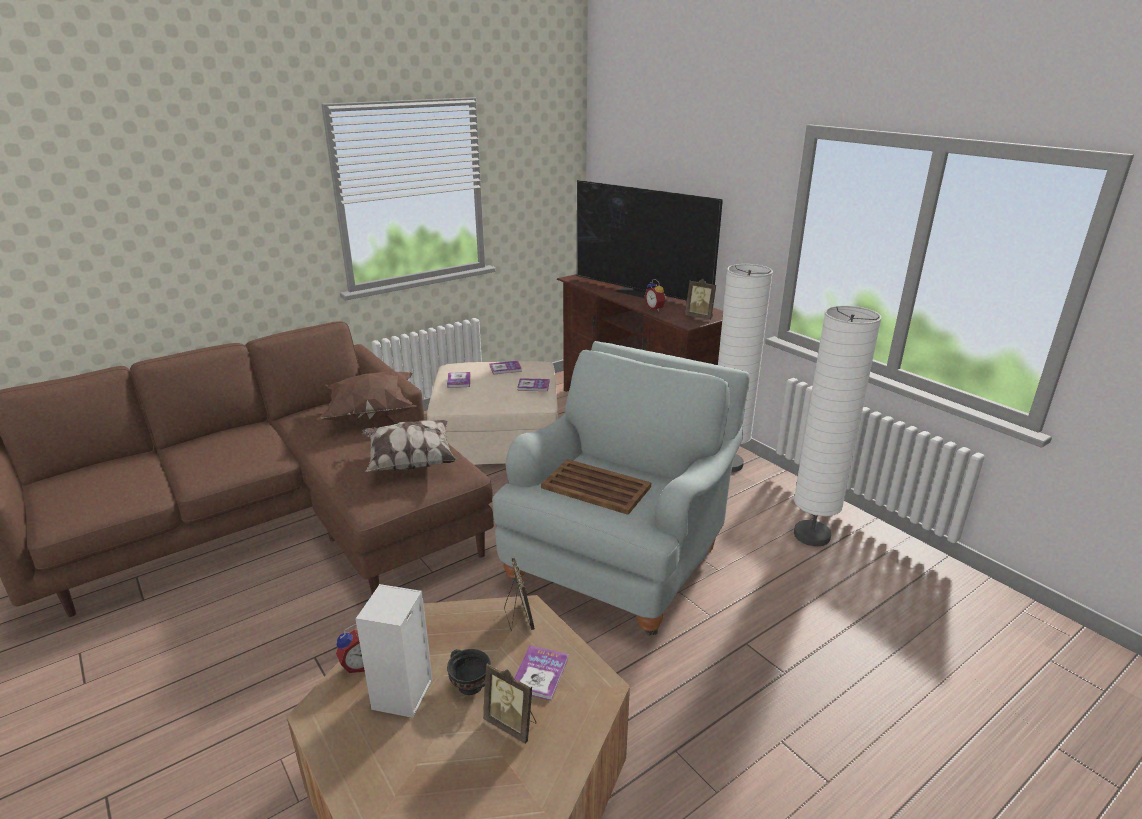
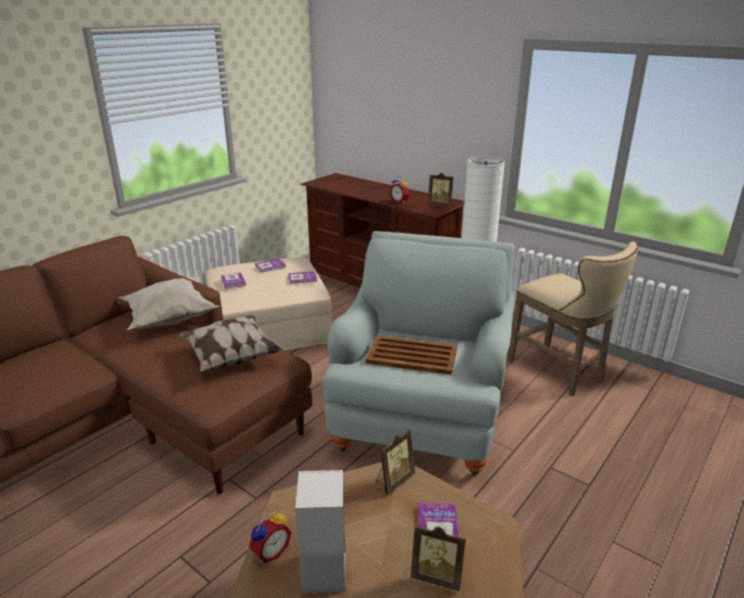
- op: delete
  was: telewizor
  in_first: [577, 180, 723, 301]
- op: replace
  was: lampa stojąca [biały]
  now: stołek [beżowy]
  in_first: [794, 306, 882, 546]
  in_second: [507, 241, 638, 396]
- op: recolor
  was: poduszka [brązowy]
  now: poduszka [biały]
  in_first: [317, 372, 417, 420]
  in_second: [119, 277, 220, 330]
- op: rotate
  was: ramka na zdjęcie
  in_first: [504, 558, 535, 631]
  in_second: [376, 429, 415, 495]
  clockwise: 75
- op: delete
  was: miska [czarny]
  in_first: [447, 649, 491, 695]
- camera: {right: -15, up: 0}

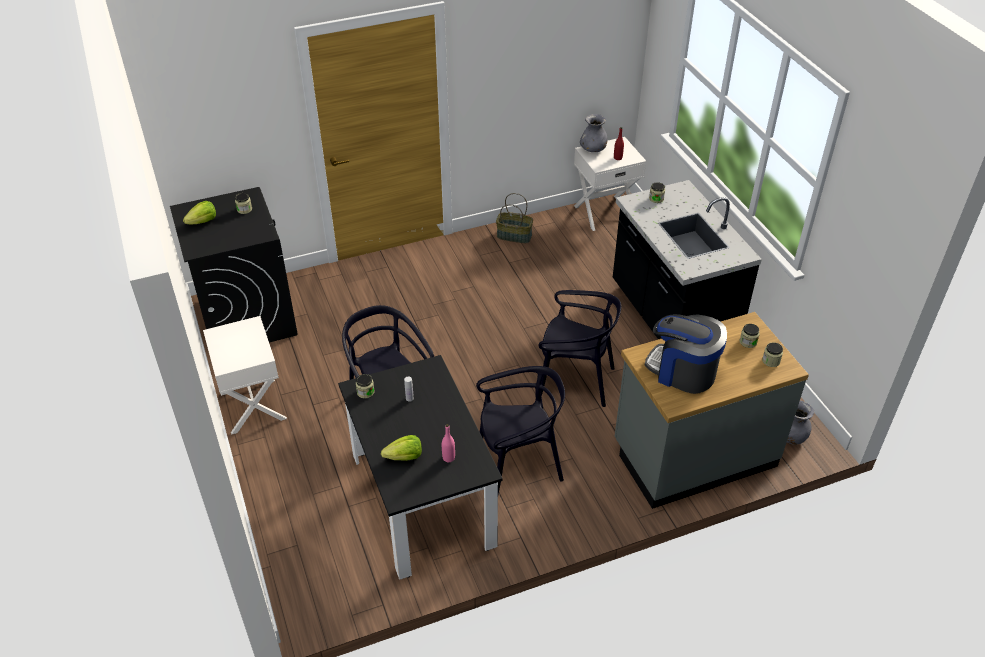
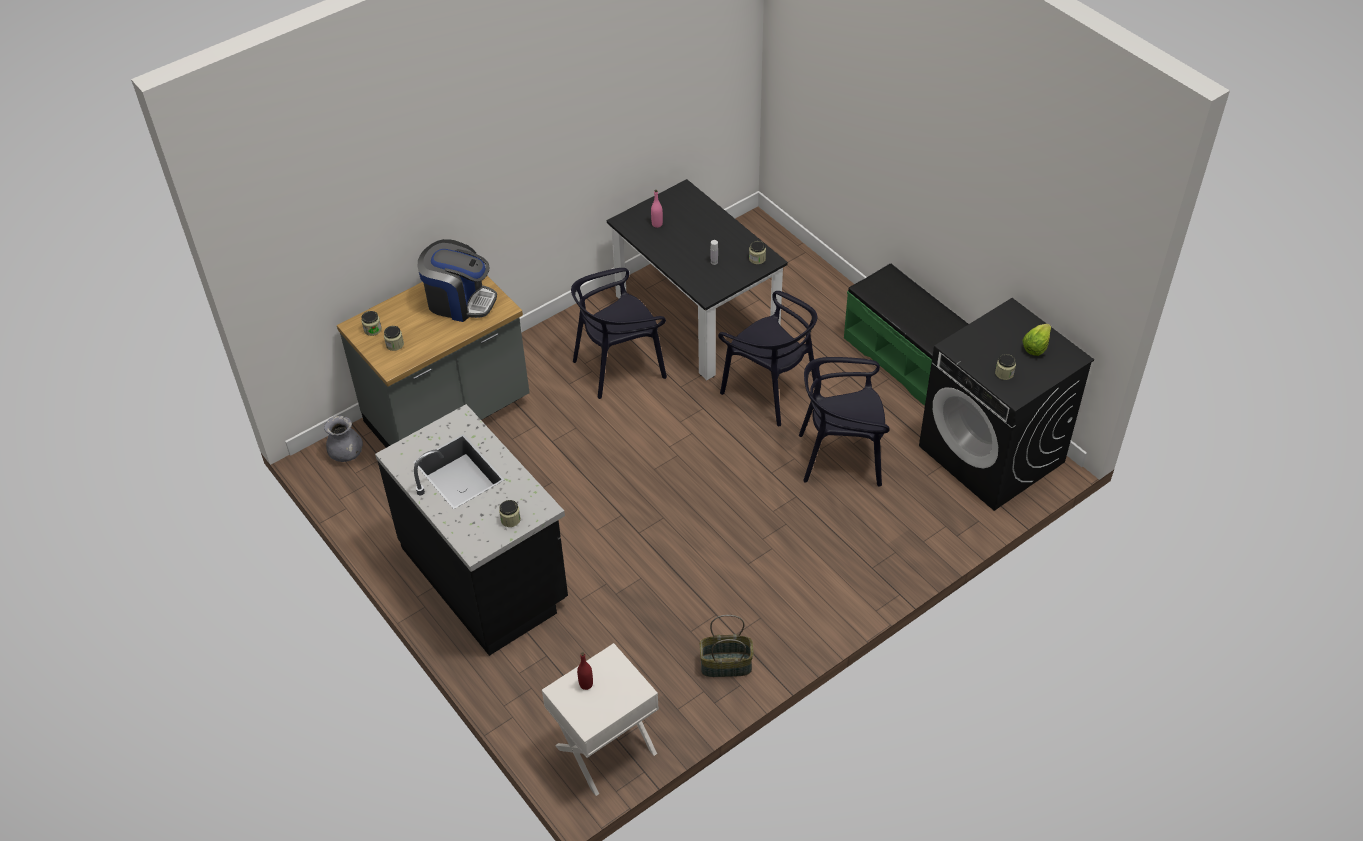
- op: delete
  was: wazon [szary]
  in_first: [580, 114, 607, 152]
- op: move
  was: krzesło [czarny]
  in_first: [538, 290, 621, 407]
  in_second: [799, 357, 890, 487]
- op: replace
  was: szafka nocna [biały]
  now: ławka [zielony]
  in_first: [203, 316, 287, 435]
  in_second: [844, 263, 968, 406]
- op: delete
  was: sałata
  in_first: [381, 435, 422, 461]
- camera: {right: 165, up: 5}

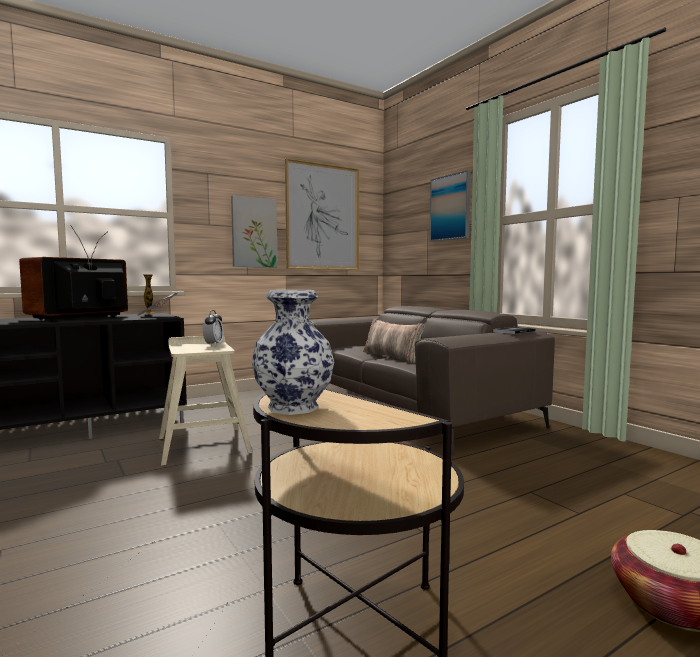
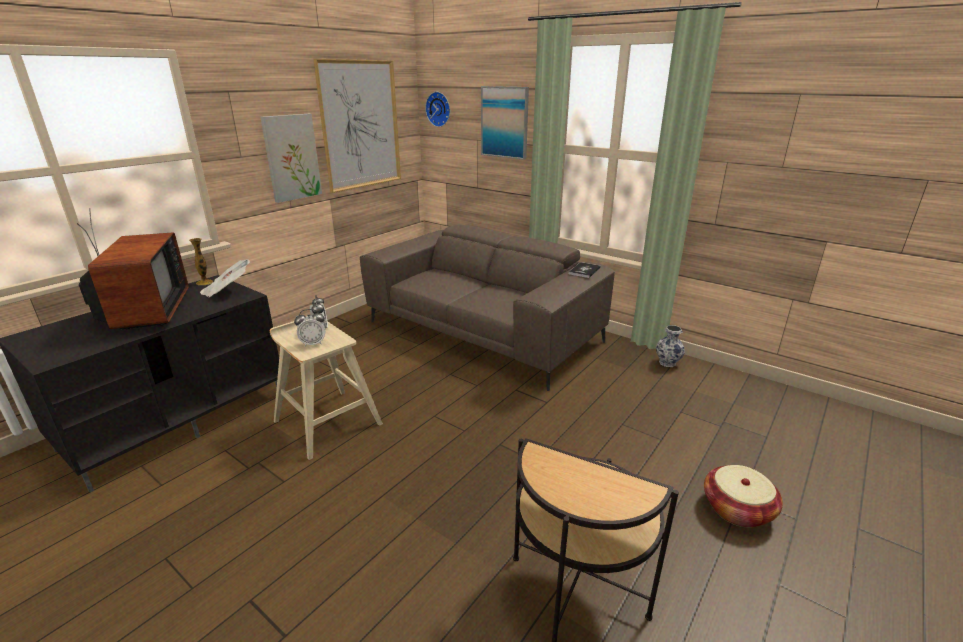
- op: rotate
  was: telewizor
  in_first: [19, 225, 128, 321]
  in_second: [77, 208, 189, 330]
  clockwise: 150
- op: move
  was: wazon
  in_first: [252, 290, 334, 415]
  in_second: [656, 325, 685, 367]
- op: delete
  was: poduszka
  in_first: [363, 318, 425, 363]
- op: insert
  now: zegar ścienny
  in_second: [425, 92, 450, 127]
- op: insert
  now: budzik
  in_second: [294, 309, 325, 347]
- camera: {right: -20, up: 20}

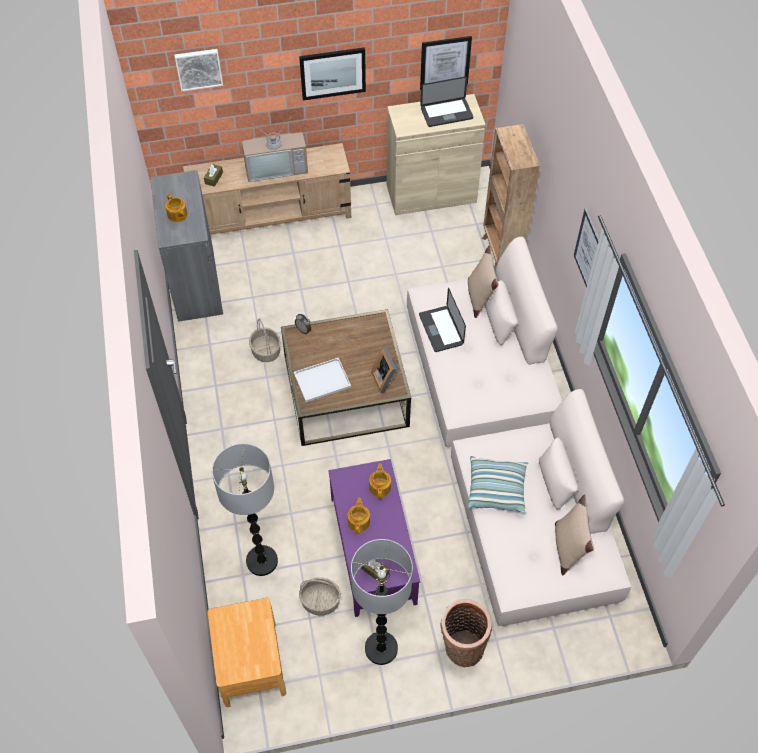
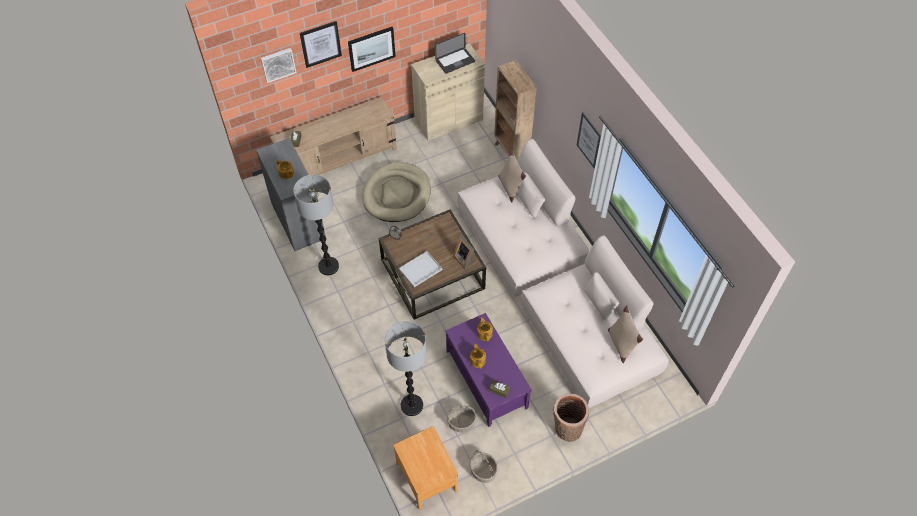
- op: move
  was: obraz
  in_first: [420, 36, 472, 90]
  in_second: [300, 21, 342, 68]
- op: delete
  was: telewizor
  in_first: [242, 119, 308, 182]
- op: delete
  was: laptop
  in_first: [419, 288, 466, 352]
- op: move
  was: koszyk
  in_first: [249, 318, 281, 362]
  in_second: [470, 450, 498, 483]
- op: delete
  was: poduszka
  in_first: [468, 456, 528, 513]
- op: move
  was: lampa stojąca
  in_first: [351, 539, 413, 665]
  in_second: [293, 174, 339, 275]
- op: insert
  now: legowisko [beżowy]
  in_second: [362, 162, 431, 222]
- camera: {right: -15, up: 0}

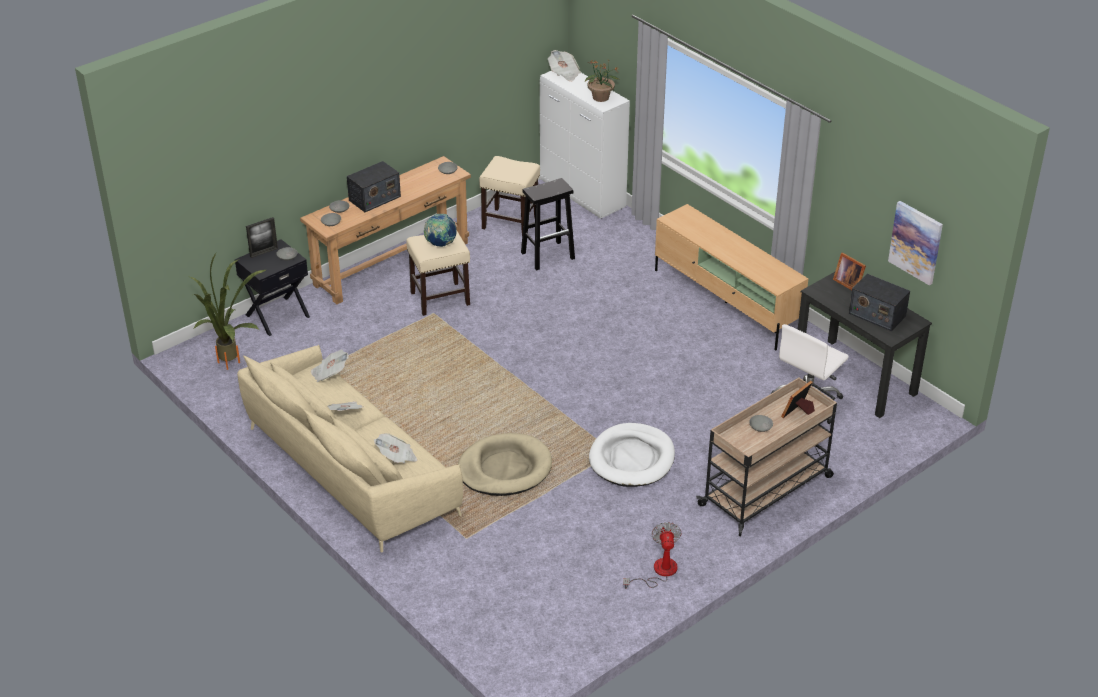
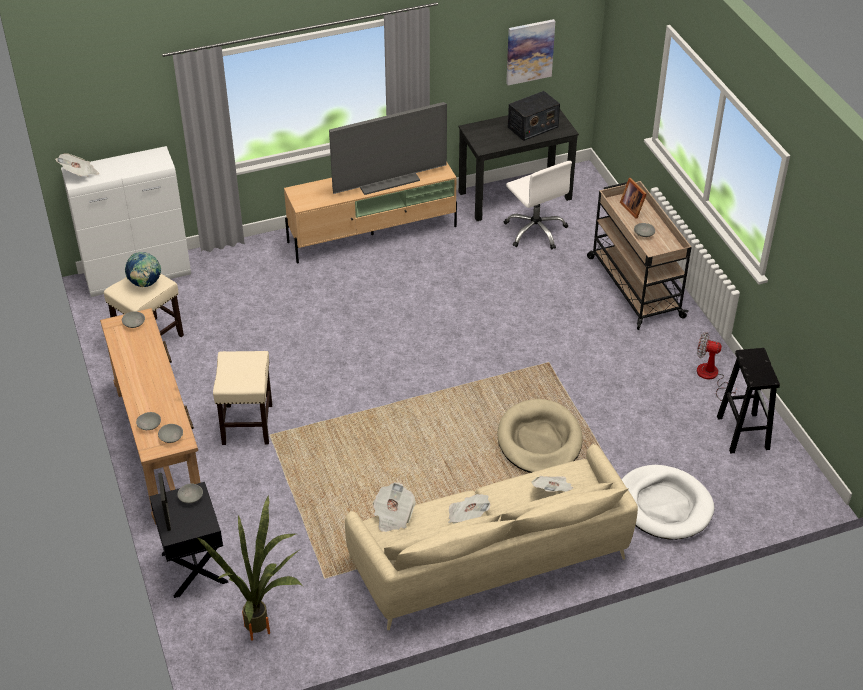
- op: delete
  was: roślina doniczkowa
  in_first: [585, 60, 620, 102]
- op: delete
  was: radio
  in_first: [347, 161, 401, 212]
- op: move
  was: stołek [czarny]
  in_first: [521, 178, 575, 271]
  in_second: [717, 348, 780, 454]
- op: move
  was: globus
  in_first: [424, 214, 457, 247]
  in_second: [125, 252, 161, 287]
- op: delete
  was: ramka na zdjęcie
  in_first: [833, 253, 866, 290]
- op: move
  was: legowisko [biały]
  in_first: [589, 423, 675, 487]
  in_second: [621, 465, 714, 540]
- op: insert
  now: telewizor
  in_second: [329, 102, 447, 195]
- camera: {right: -70, up: 5}

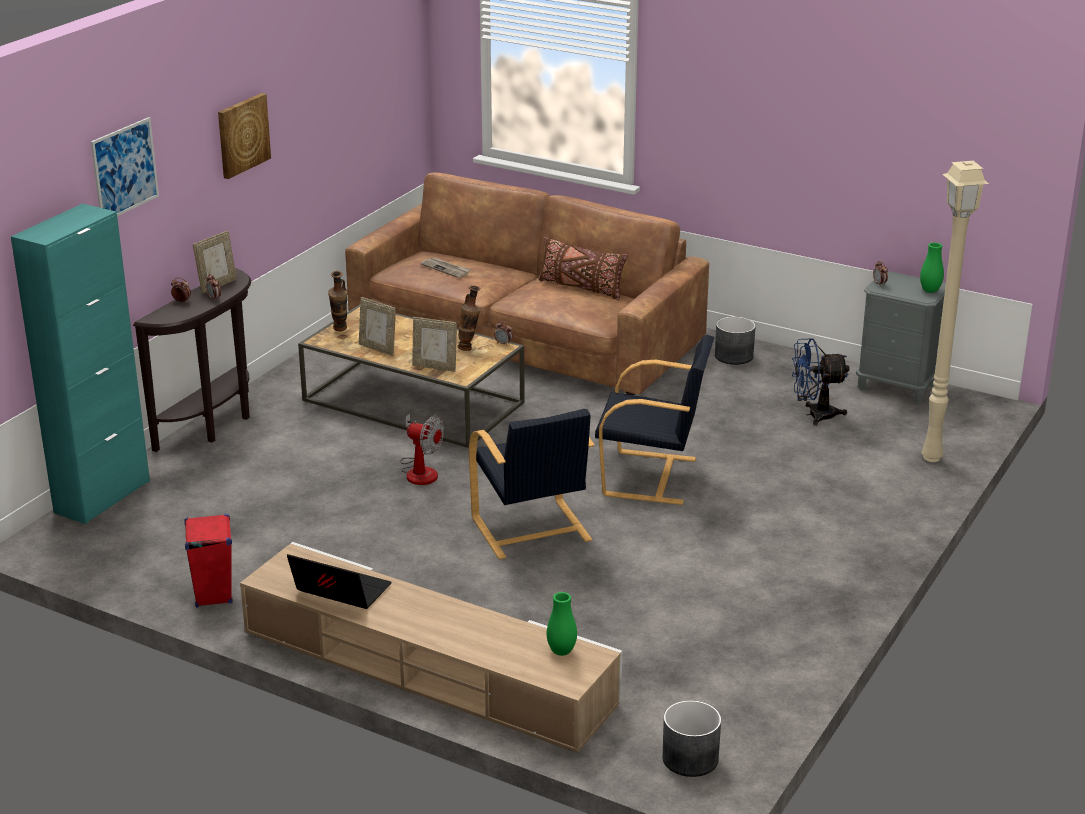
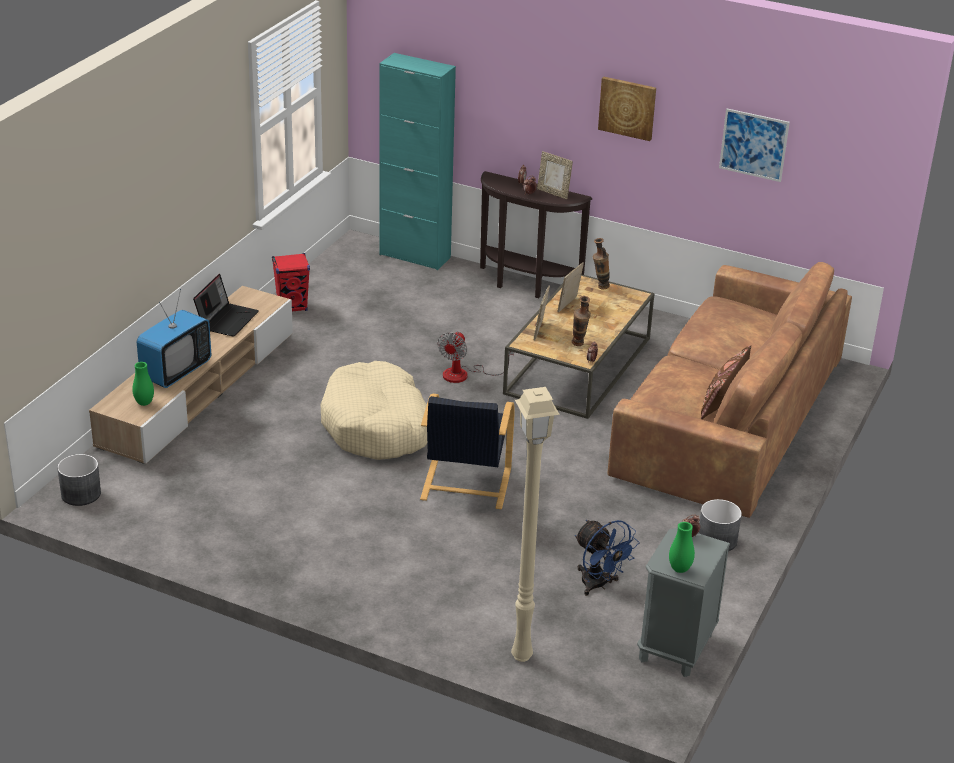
- op: move
  was: obraz
  in_first: [91, 117, 159, 216]
  in_second: [719, 109, 790, 182]
- op: delete
  was: gazeta
  in_first: [420, 258, 471, 278]
- op: rotate
  was: wentylator [niebieski]
  in_first: [792, 338, 850, 426]
  in_second: [575, 520, 639, 596]
  clockwise: 150
- op: replace
  was: fotel [czarny]
  now: legowisko [beżowy]
  in_first: [469, 409, 595, 559]
  in_second: [320, 361, 427, 460]
- op: insert
  now: telewizor
  in_second: [137, 289, 211, 388]
- camera: {right: 85, up: 5}

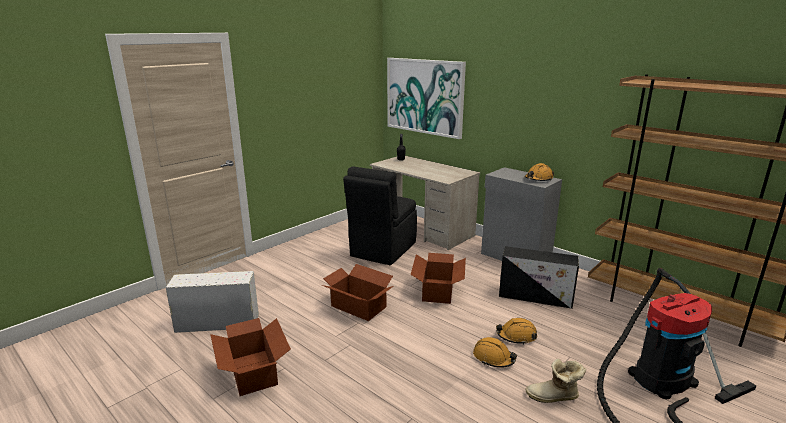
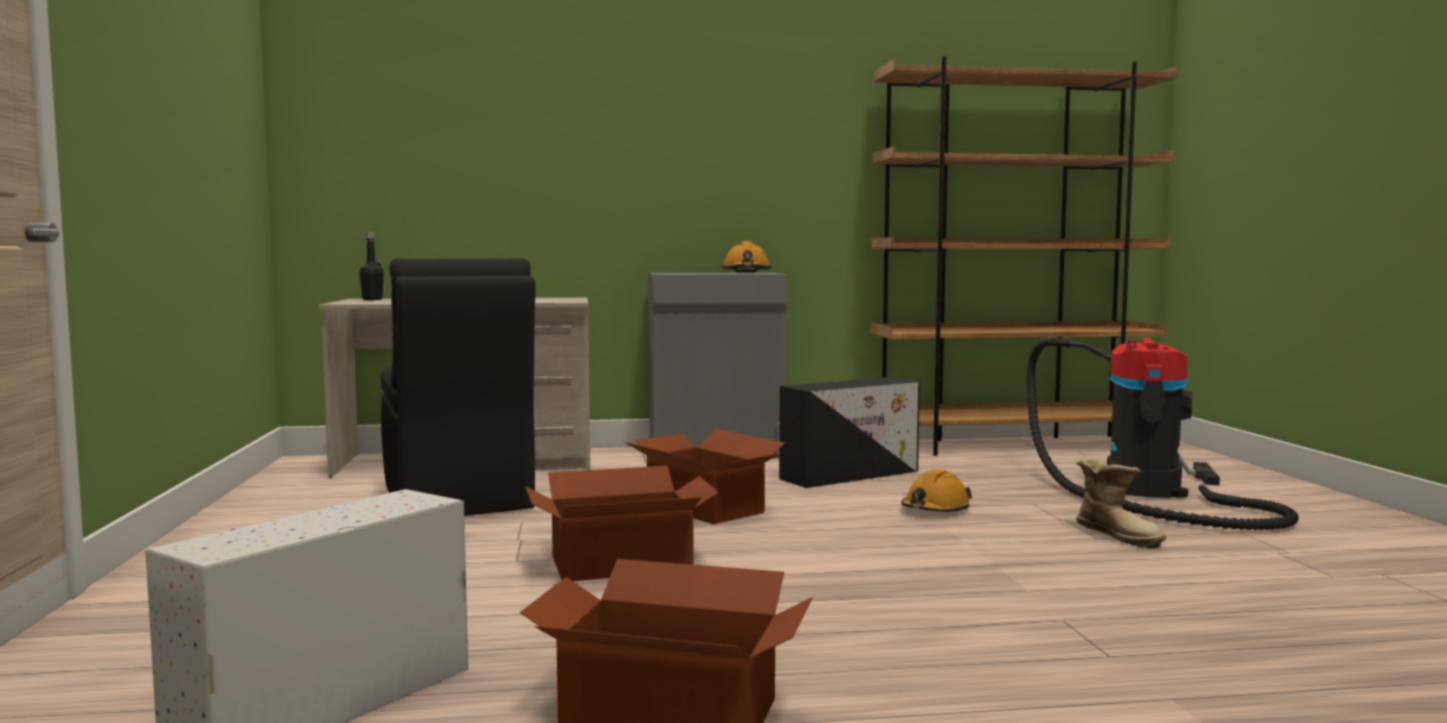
- op: delete
  was: obraz
  in_first: [387, 58, 466, 139]
- op: delete
  was: kask [pomarańczowy]
  in_first: [473, 337, 517, 368]
- op: rotate
  was: but z cholewką
  in_first: [525, 359, 586, 403]
  in_second: [1076, 456, 1166, 548]
  clockwise: -75
- camera: {right: -50, up: -15}

